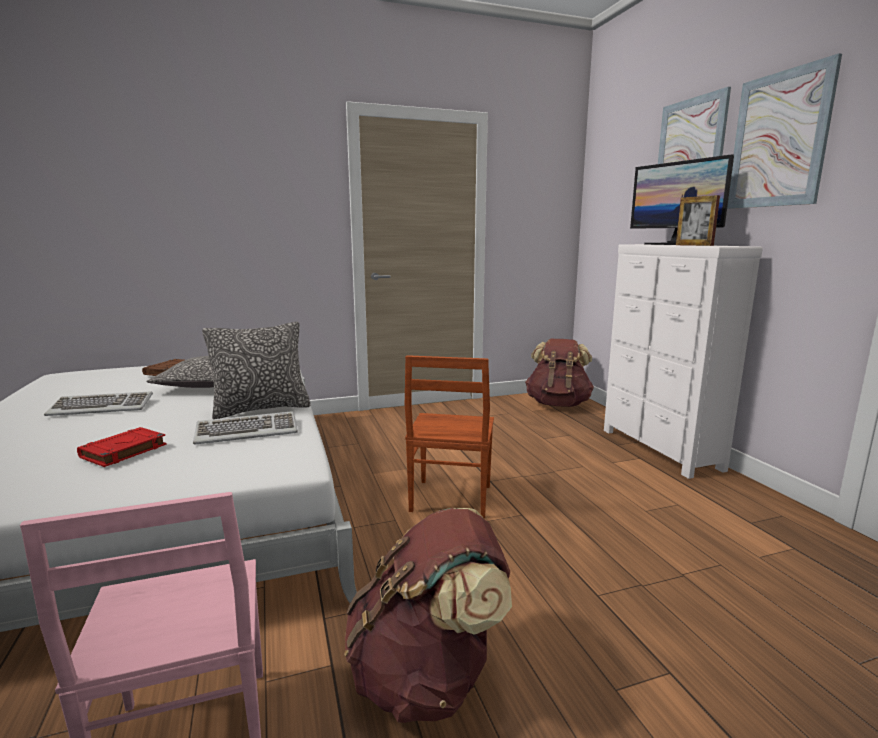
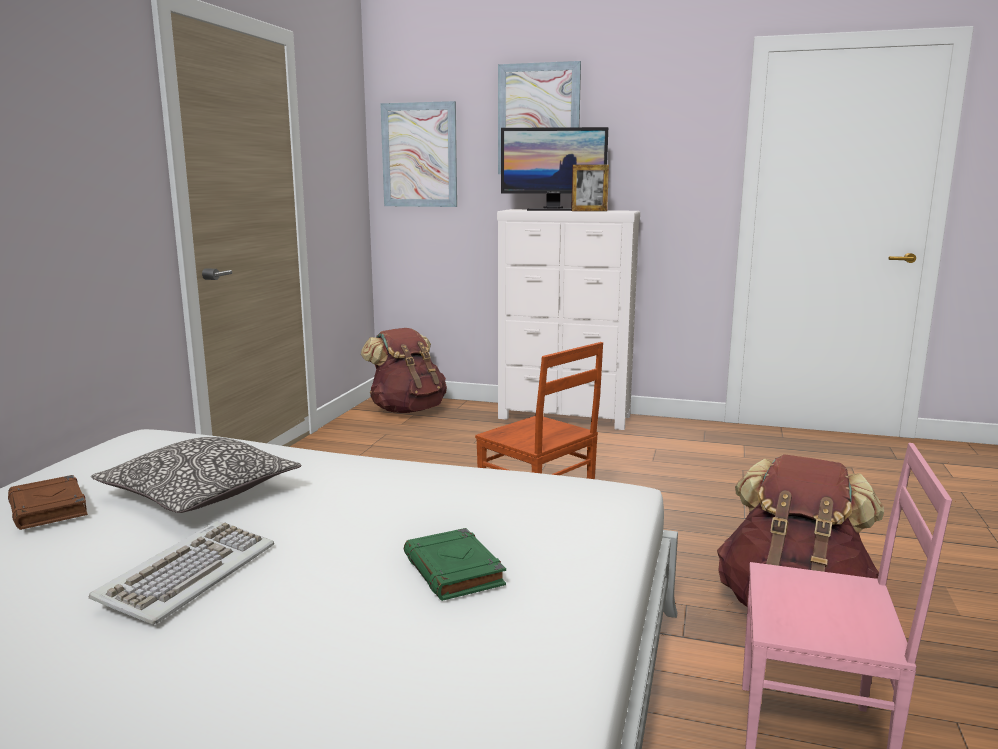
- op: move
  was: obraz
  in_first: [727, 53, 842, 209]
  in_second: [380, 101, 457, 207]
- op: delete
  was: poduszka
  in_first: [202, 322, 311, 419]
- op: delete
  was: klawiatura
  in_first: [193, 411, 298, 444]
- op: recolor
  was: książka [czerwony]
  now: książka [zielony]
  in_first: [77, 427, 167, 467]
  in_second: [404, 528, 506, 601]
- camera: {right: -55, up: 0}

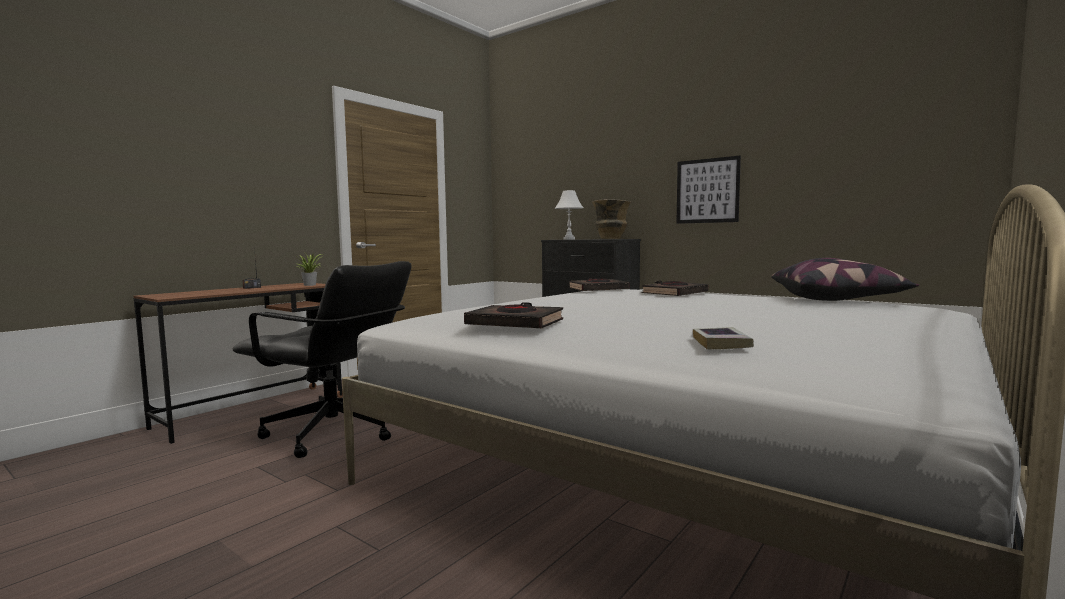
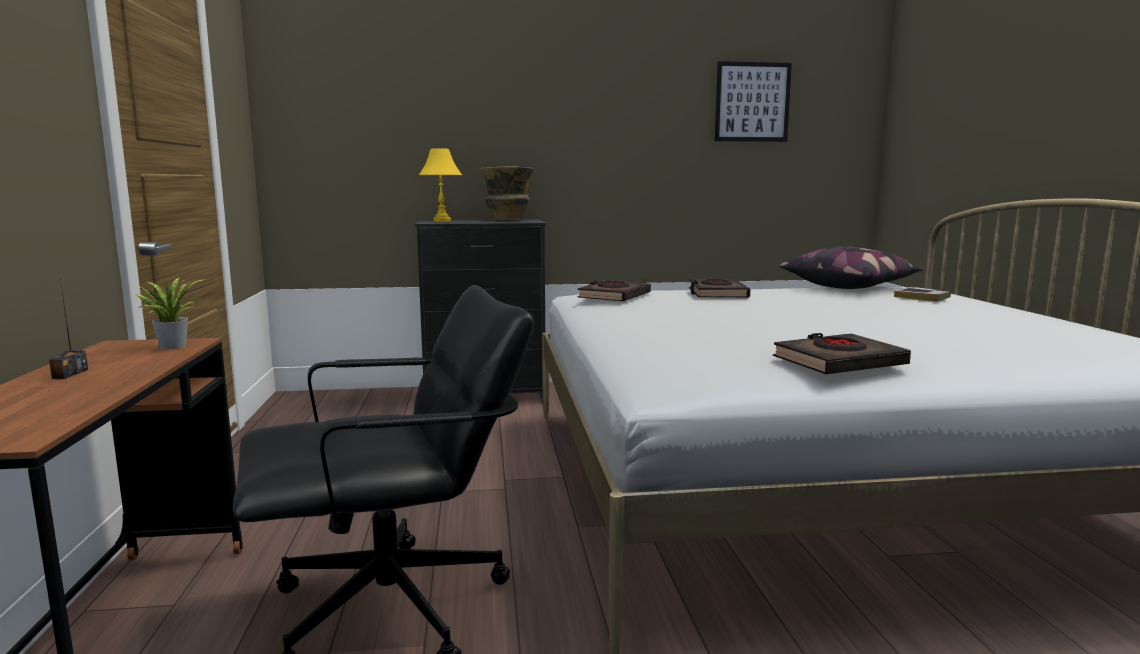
- op: move
  was: obraz
  in_first: [676, 156, 741, 224]
  in_second: [715, 61, 792, 142]
- op: recolor
  was: lampa stołowa [biały]
  now: lampa stołowa [żółty]
  in_first: [555, 190, 583, 240]
  in_second: [419, 148, 462, 222]
- op: move
  was: książka
  in_first: [693, 327, 754, 350]
  in_second: [894, 287, 951, 302]
- camera: {right: -45, up: 5}

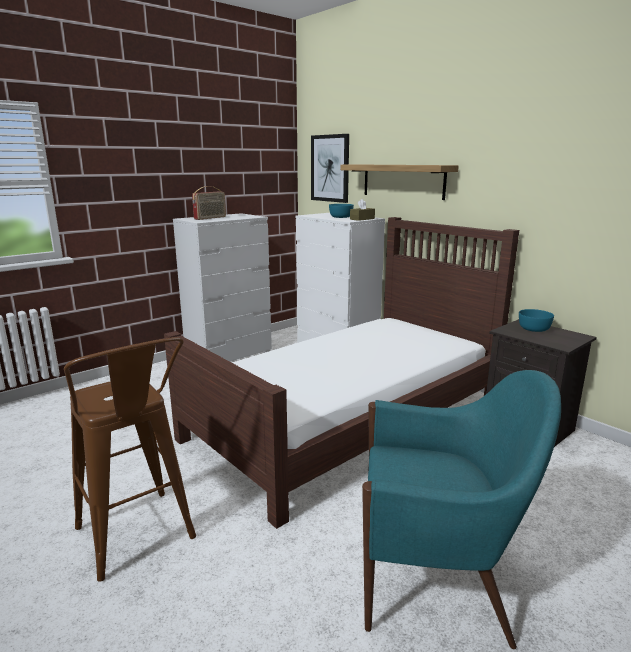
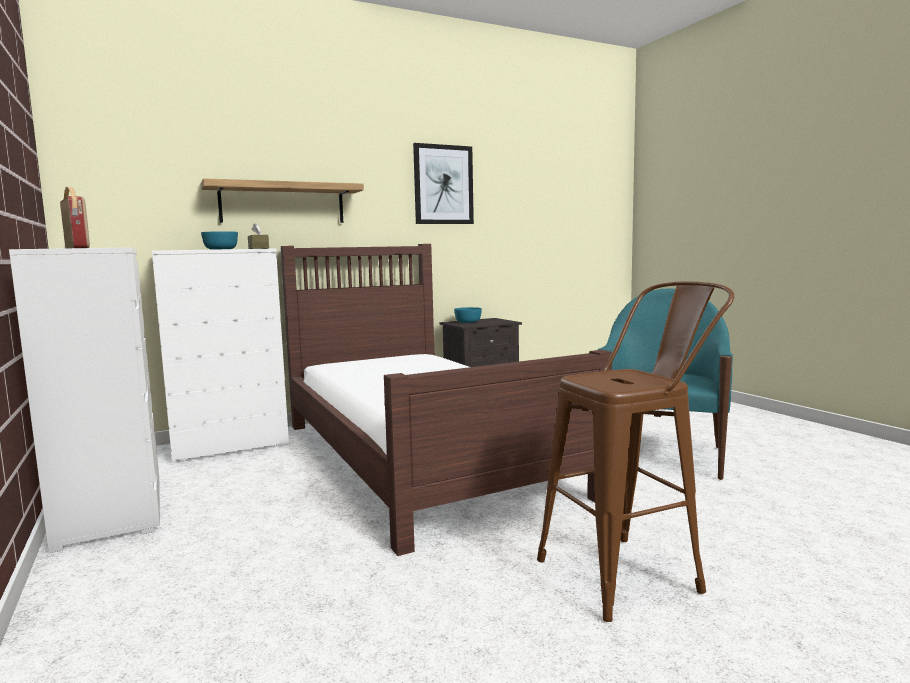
- op: move
  was: obraz
  in_first: [311, 134, 349, 203]
  in_second: [413, 143, 474, 224]
- camera: {right: -75, up: -10}

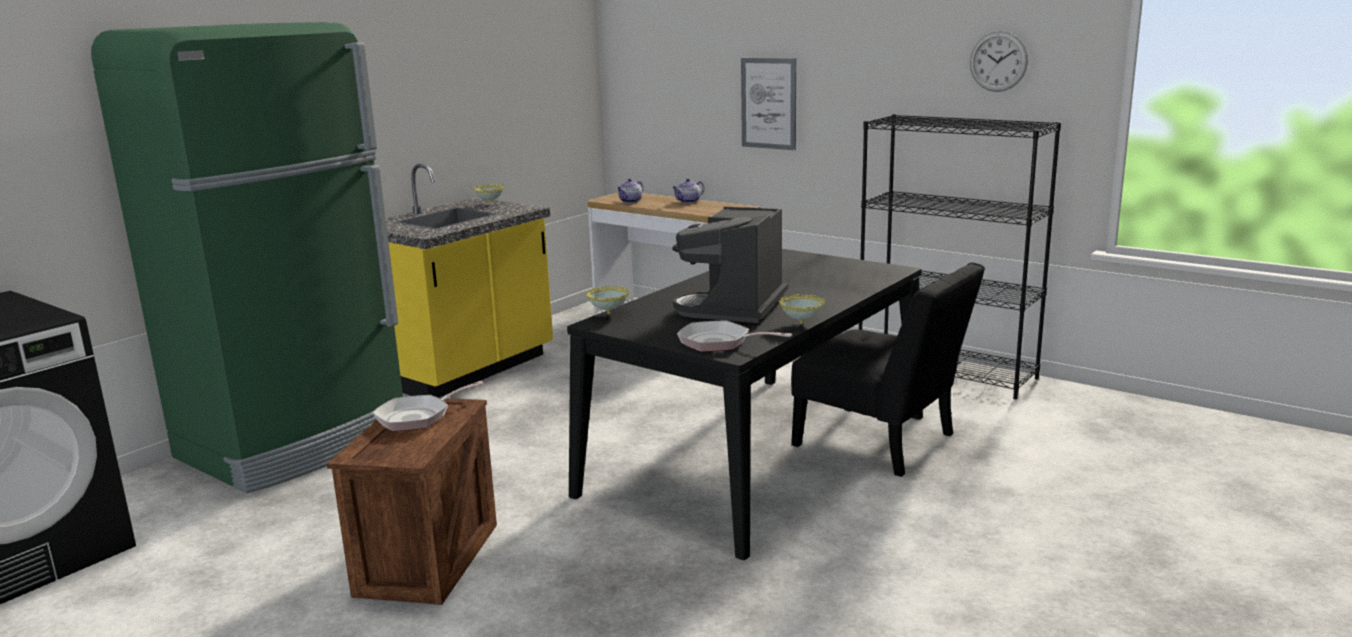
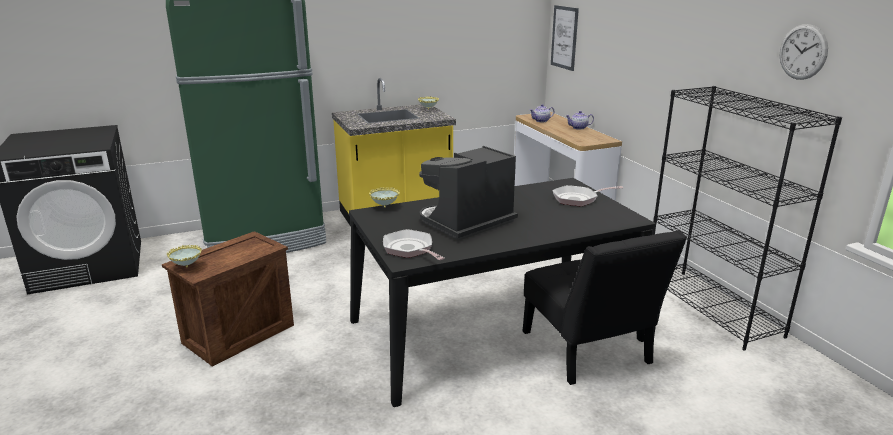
- op: move
  was: obraz
  in_first: [741, 58, 796, 150]
  in_second: [551, 5, 579, 71]
- op: move
  was: miska
  in_first: [779, 294, 825, 324]
  in_second: [167, 245, 202, 267]
- op: move
  was: patelnia
  in_first: [372, 381, 484, 431]
  in_second: [552, 185, 623, 206]
- camera: {right: 30, up: 5}

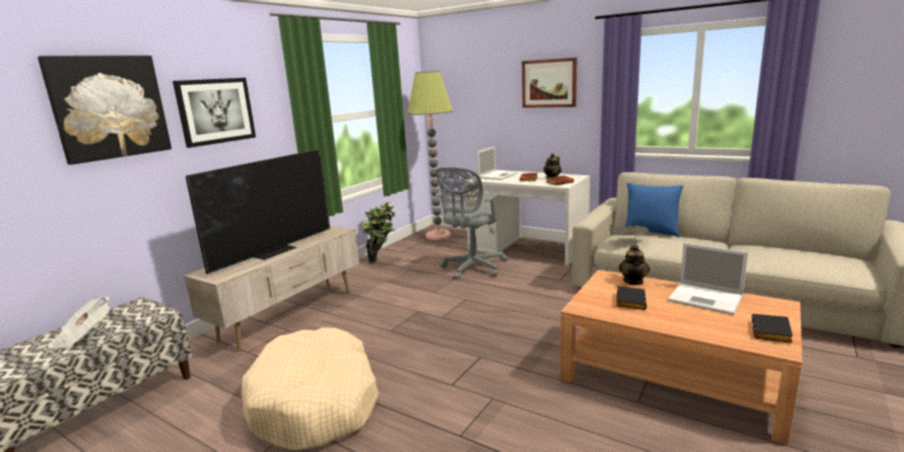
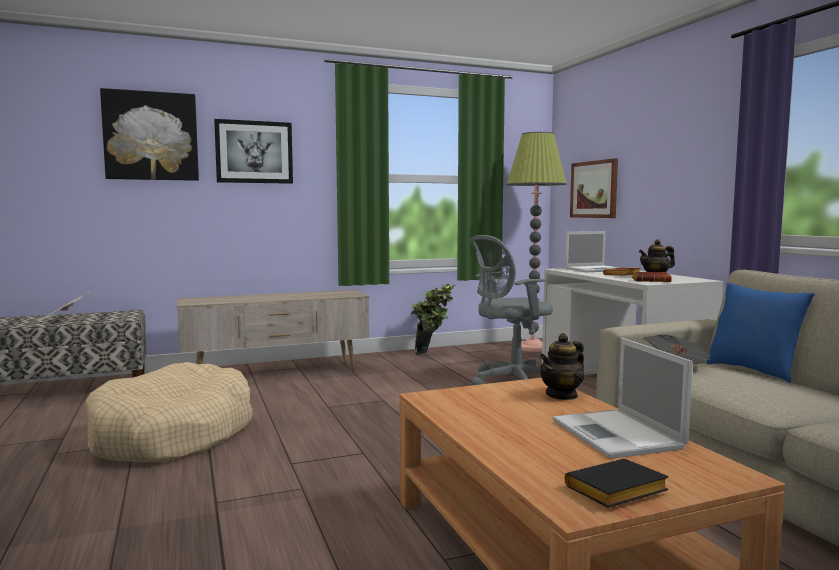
- op: move
  was: obraz
  in_first: [522, 58, 577, 108]
  in_second: [570, 158, 618, 218]
- op: delete
  was: telewizor
  in_first: [186, 149, 330, 274]
- op: delete
  was: książka [czarny]
  in_first: [617, 286, 647, 310]
- camera: {right: 35, up: -10}

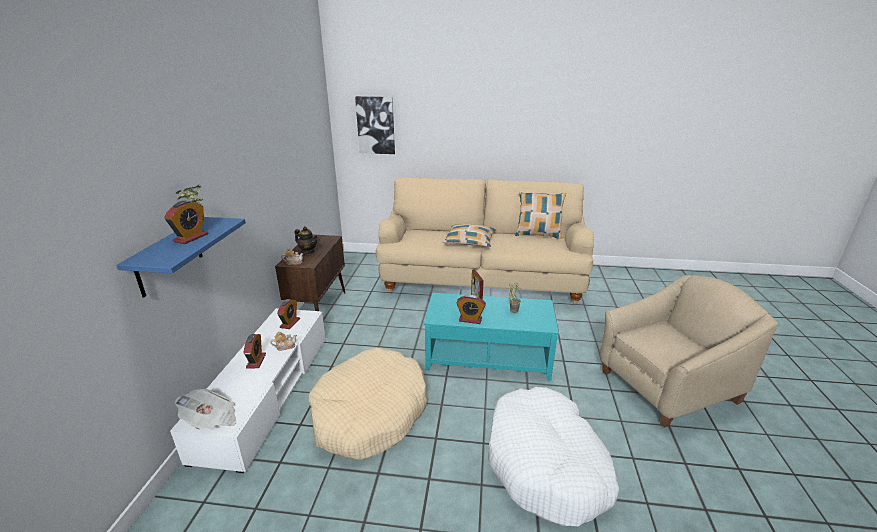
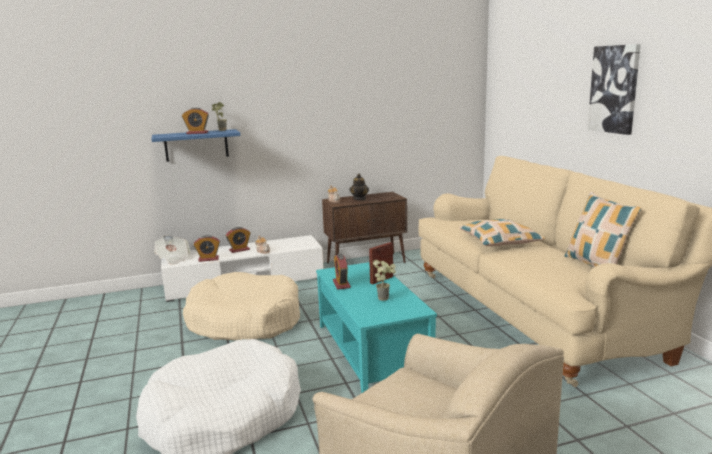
- op: move
  was: obraz
  in_first: [355, 96, 395, 154]
  in_second: [588, 44, 641, 135]
- op: move
  was: budzik
  in_first: [277, 299, 300, 329]
  in_second: [194, 235, 220, 262]
- camera: {right: 65, up: -10}

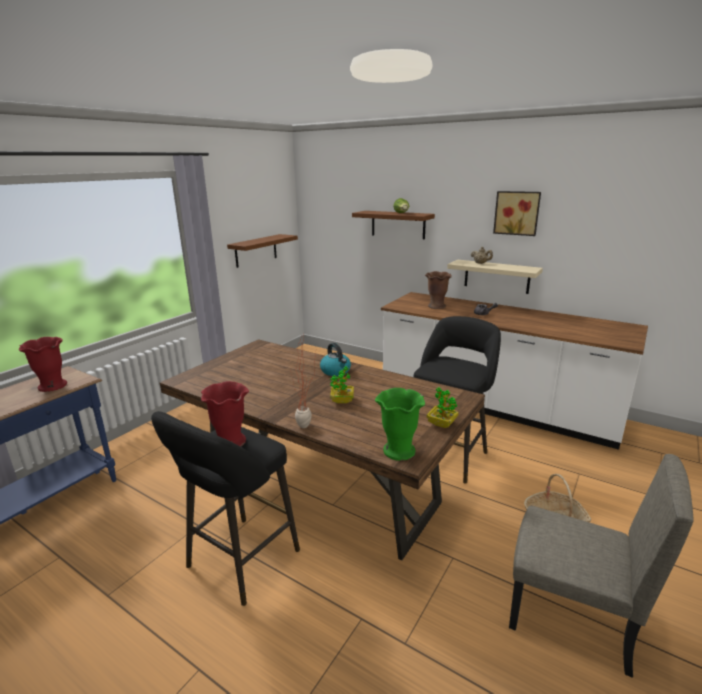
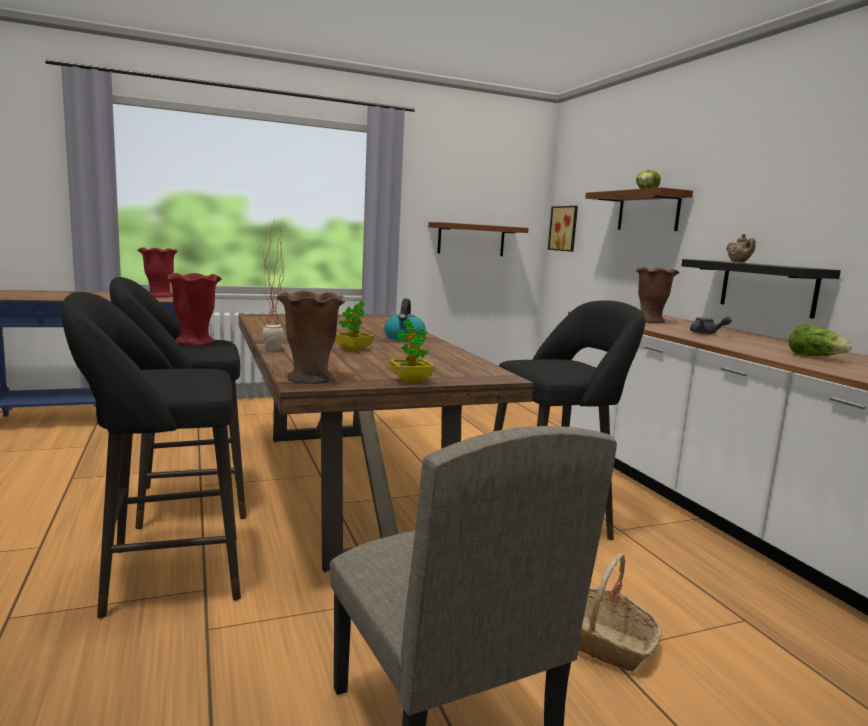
- op: move
  was: obraz
  in_first: [493, 191, 541, 236]
  in_second: [548, 206, 578, 252]
- op: recolor
  was: półka [beżowy]
  now: półka [czarny]
  in_first: [447, 260, 543, 294]
  in_second: [681, 259, 841, 319]
- op: recolor
  was: wazon [zielony]
  now: wazon [brązowy]
  in_first: [375, 388, 425, 461]
  in_second: [276, 291, 345, 384]
- op: insert
  now: stołek [czarny]
  in_second: [61, 292, 241, 618]
- op: insert
  now: sałata
  in_second: [789, 324, 852, 356]
- camera: {right: 35, up: -10}

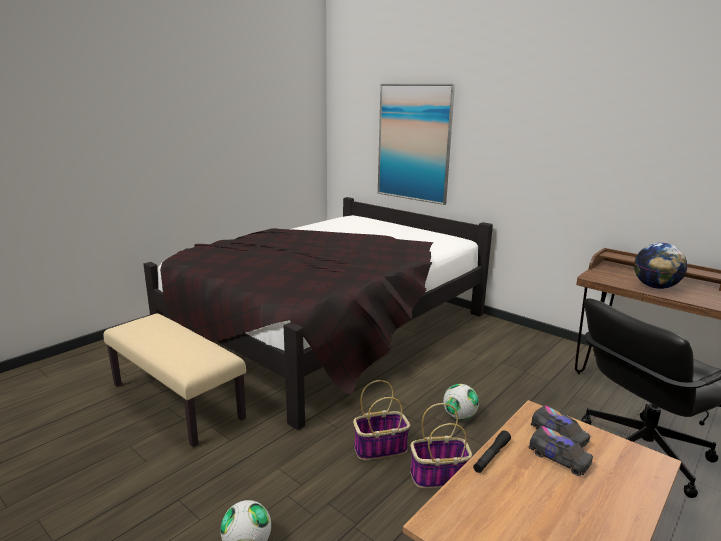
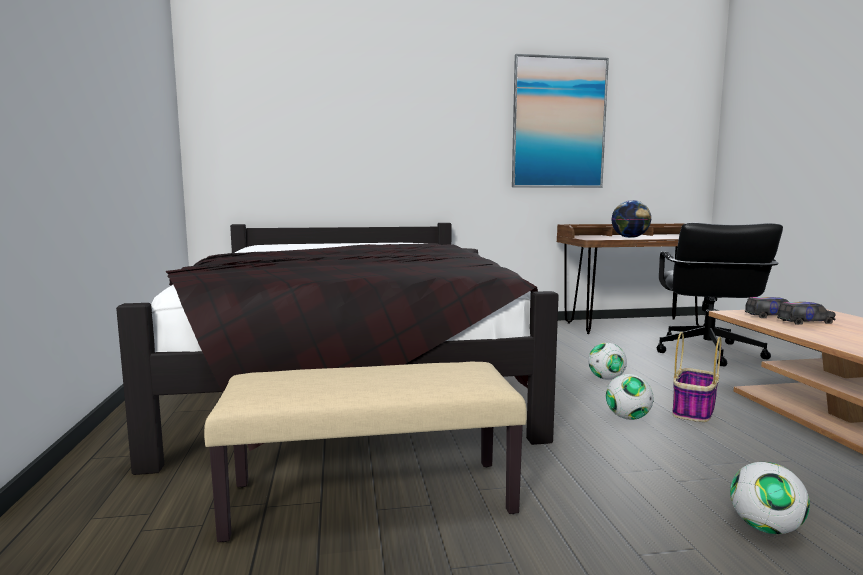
- op: move
  was: obraz
  in_first: [378, 84, 455, 205]
  in_second: [512, 54, 609, 188]
- op: replace
  was: koszyk
  now: piłka futbolowa
  in_first: [353, 380, 410, 460]
  in_second: [606, 374, 653, 420]
- op: delete
  was: latarka [czarny]
  in_first: [473, 430, 511, 473]
- camera: {right: -50, up: -10}

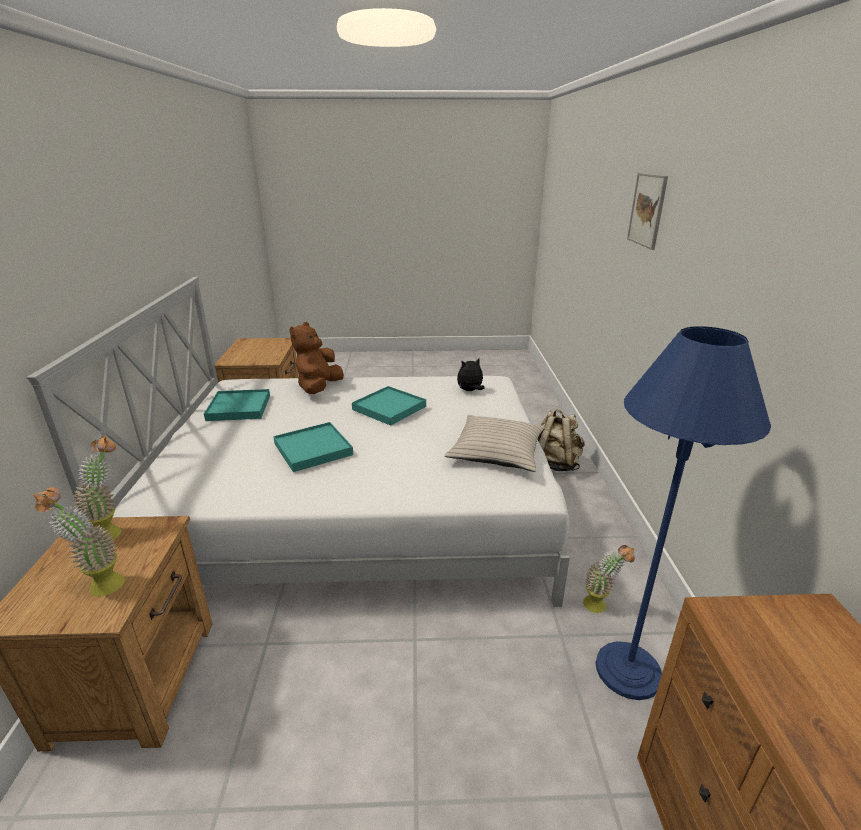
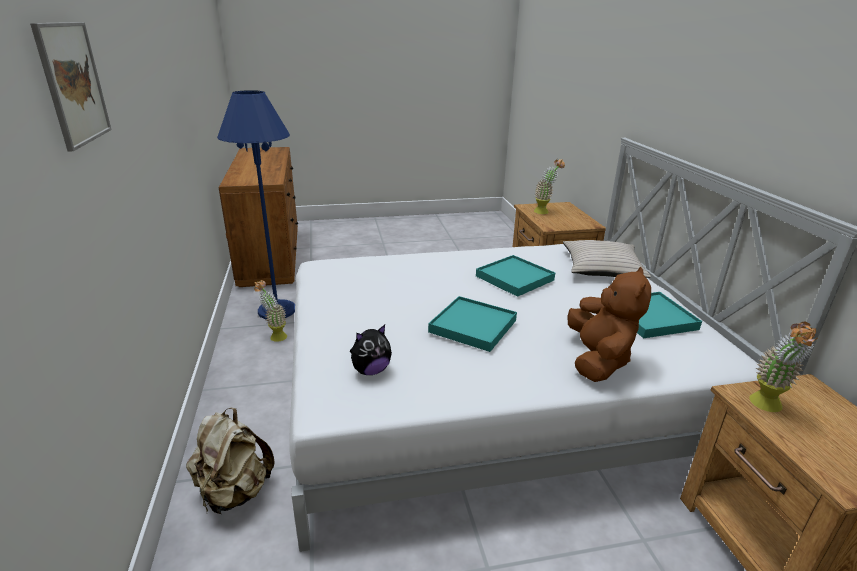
- op: move
  was: poduszka [beżowy]
  in_first: [445, 415, 545, 472]
  in_second: [563, 240, 651, 278]
- op: move
  was: roślina doniczkowa
  in_first: [73, 435, 121, 540]
  in_second: [749, 322, 818, 412]
- camera: {right: 170, up: 0}

